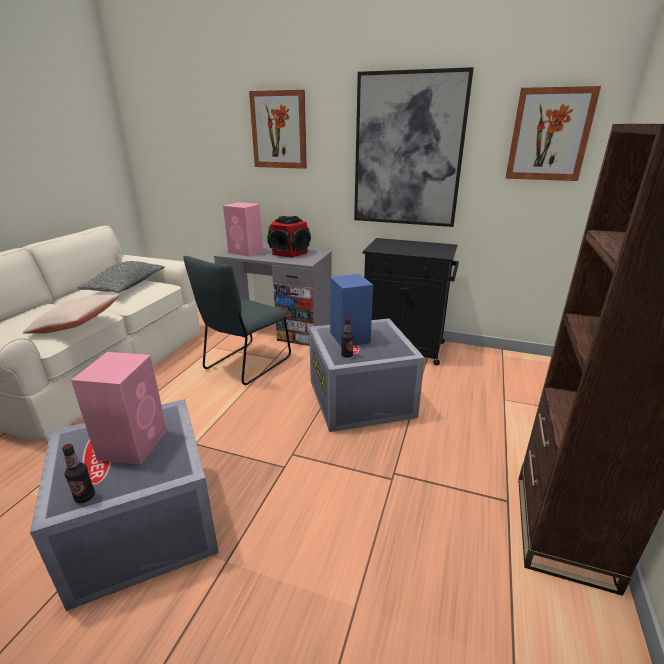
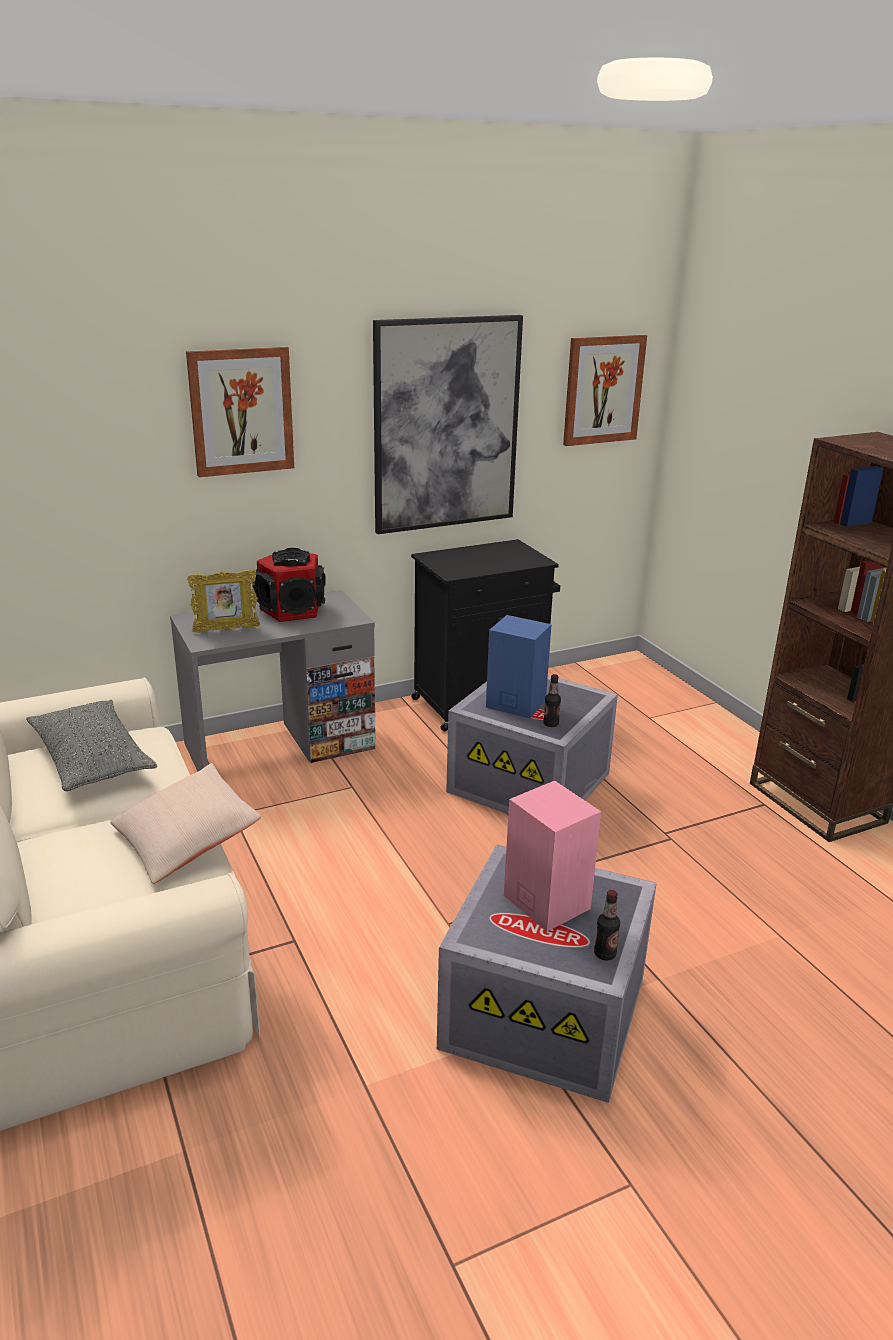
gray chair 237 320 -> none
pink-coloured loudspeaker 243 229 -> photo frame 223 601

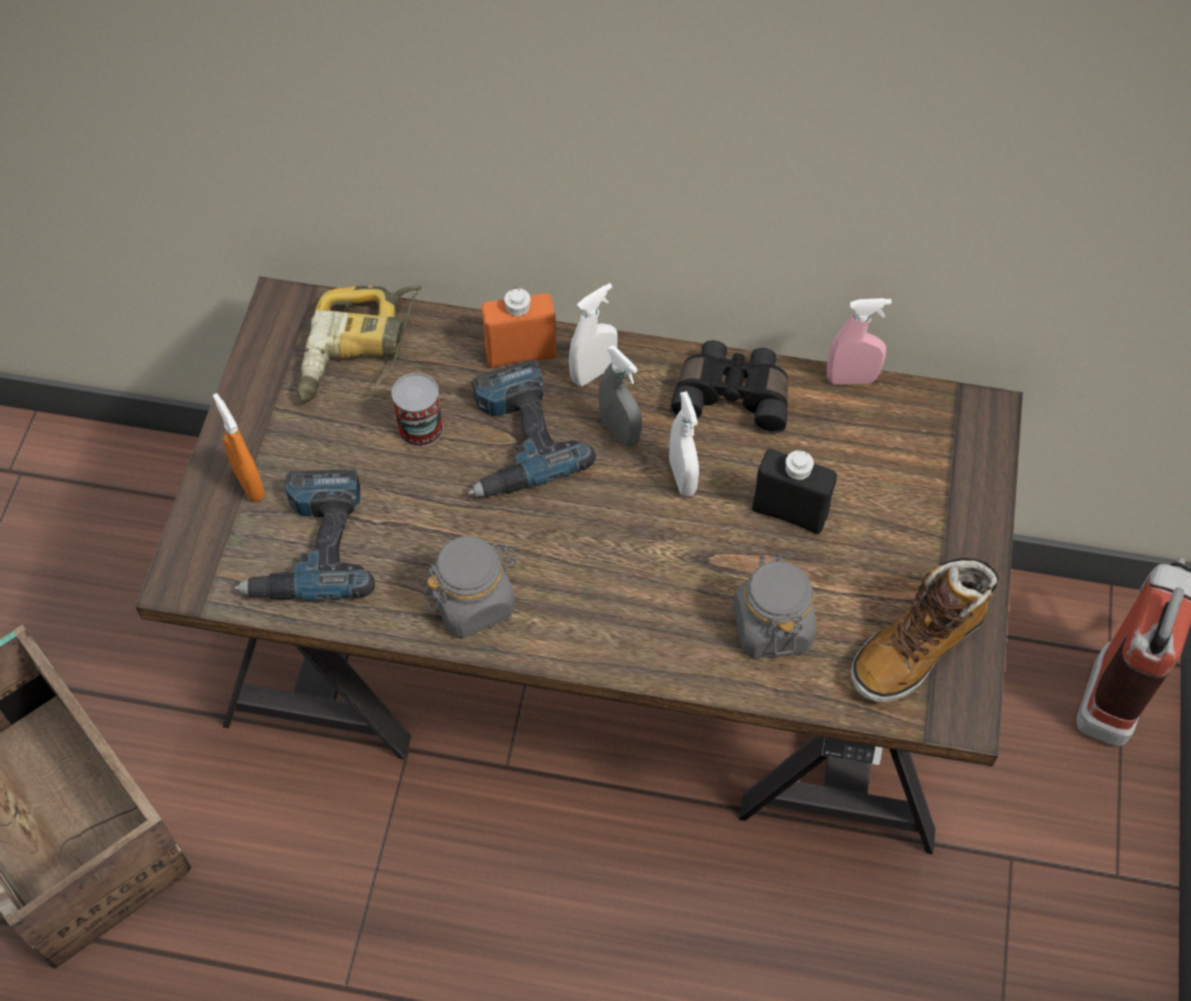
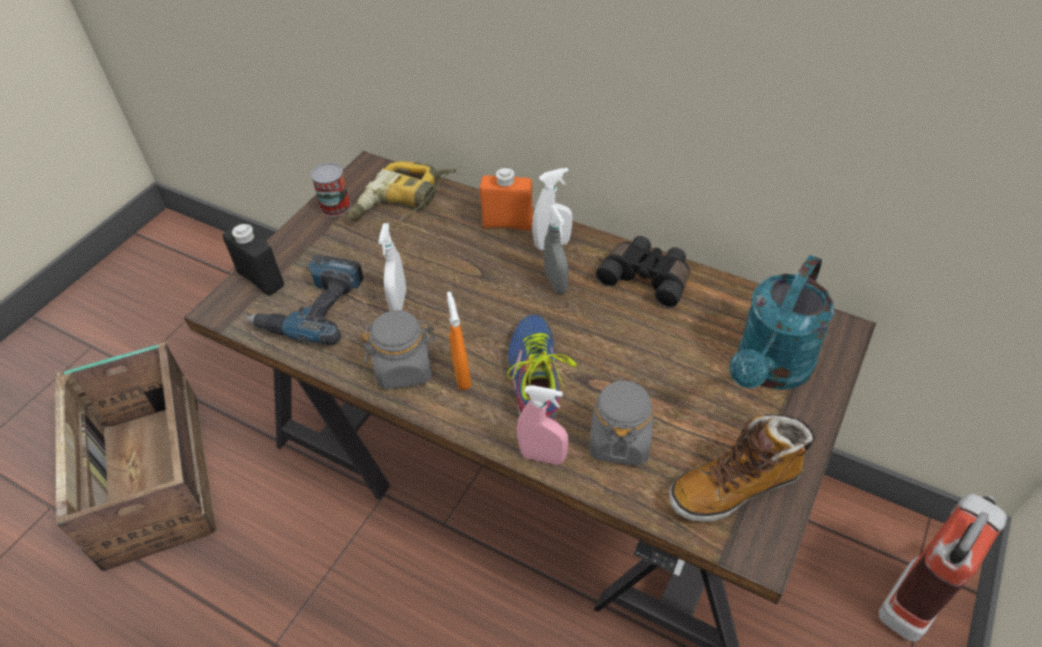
drill 532 428 -> none
none -> shoe 542 368
none -> blue-green sprinkling can 781 322
orangey spray bottle 239 447 -> orangey spray bottle 459 341, moved
sealed can 418 410 -> sealed can 331 189, moved
white-coloured spray bottle 684 444 -> white-coloured spray bottle 392 267, moved
black-coloured beverage bottle 794 491 -> black-coloured beverage bottle 253 260, moved
pink-coloured spray bottle 859 341 -> pink-coloured spray bottle 543 425, moved

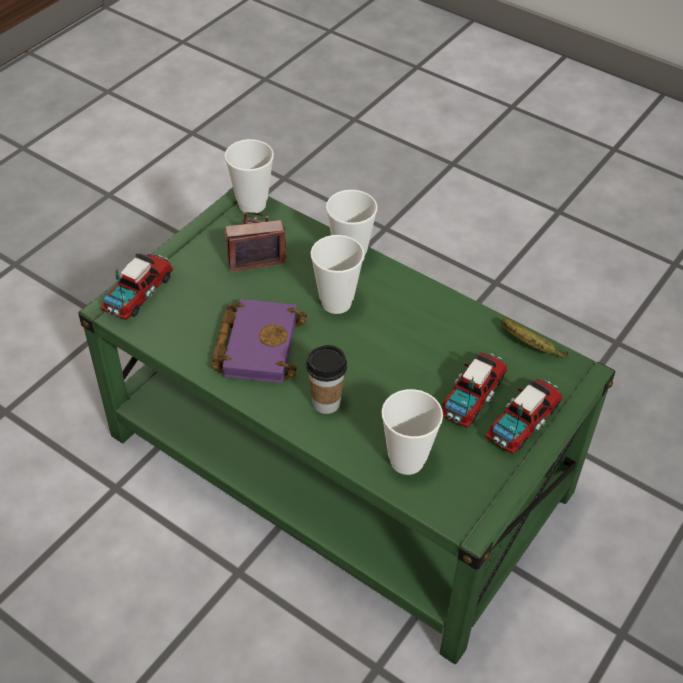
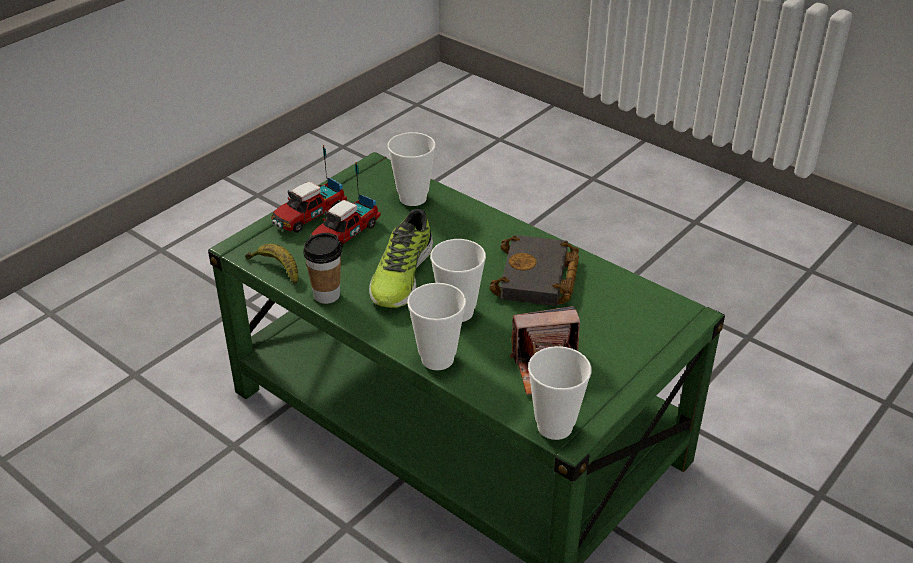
toy lorry 137 286 -> none
none -> shoe 401 258
cup 326 379 -> cup 322 268, moved
purple book 259 341 -> black-coloured book 534 270

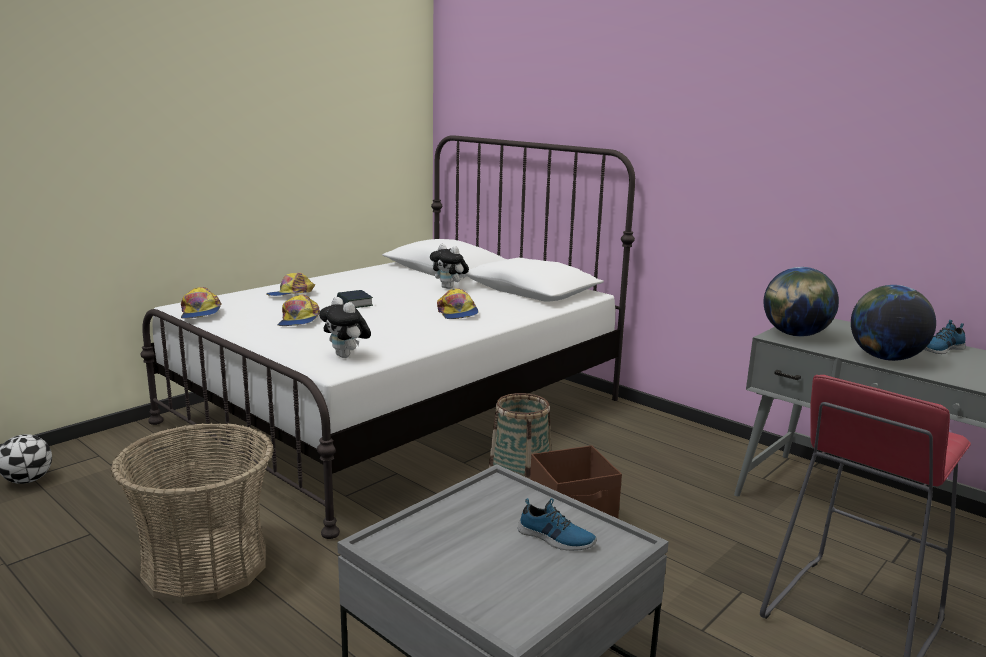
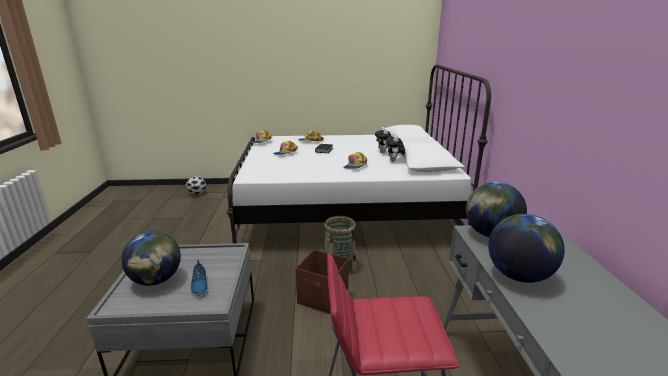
household basket 192 513 -> none
shoe 945 337 -> none
none -> desk globe 151 258
soft toy 345 327 -> soft toy 395 148, moved

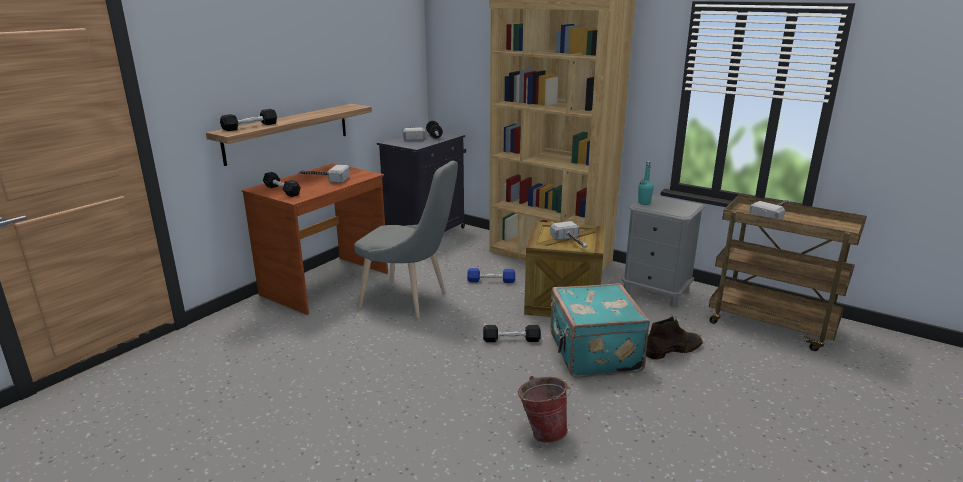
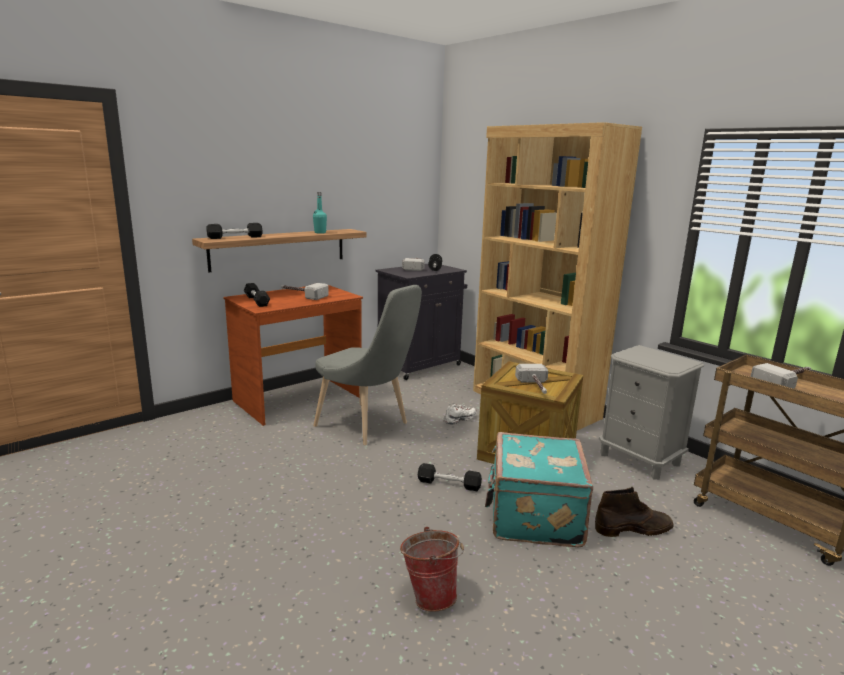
blue-green beverage bottle 646 183 -> blue-green beverage bottle 320 213, moved
blue dumbbell 491 275 -> white-coloured shoe 460 414

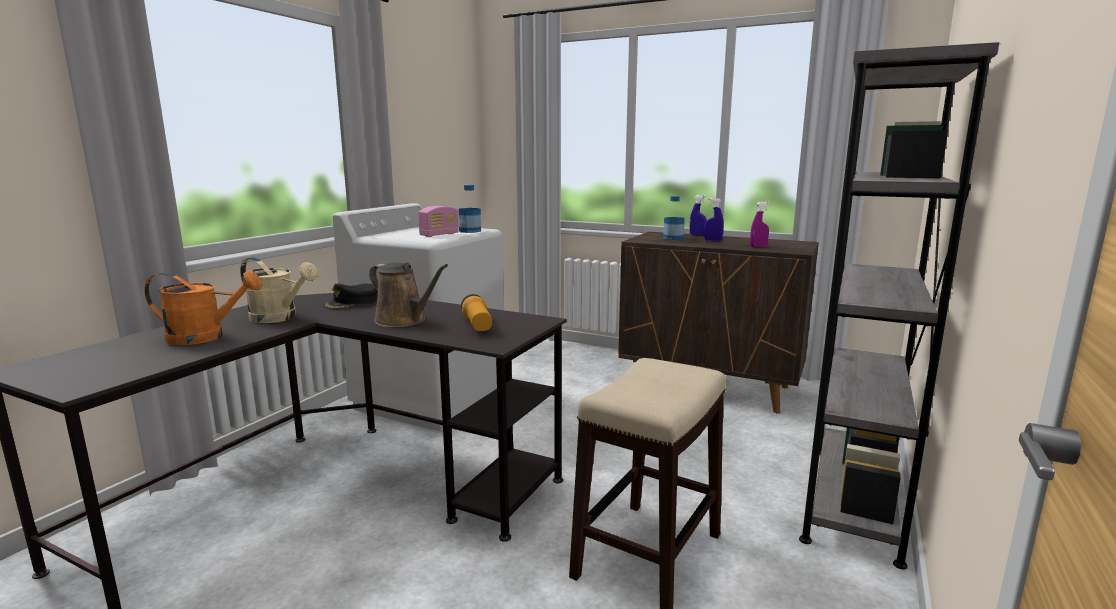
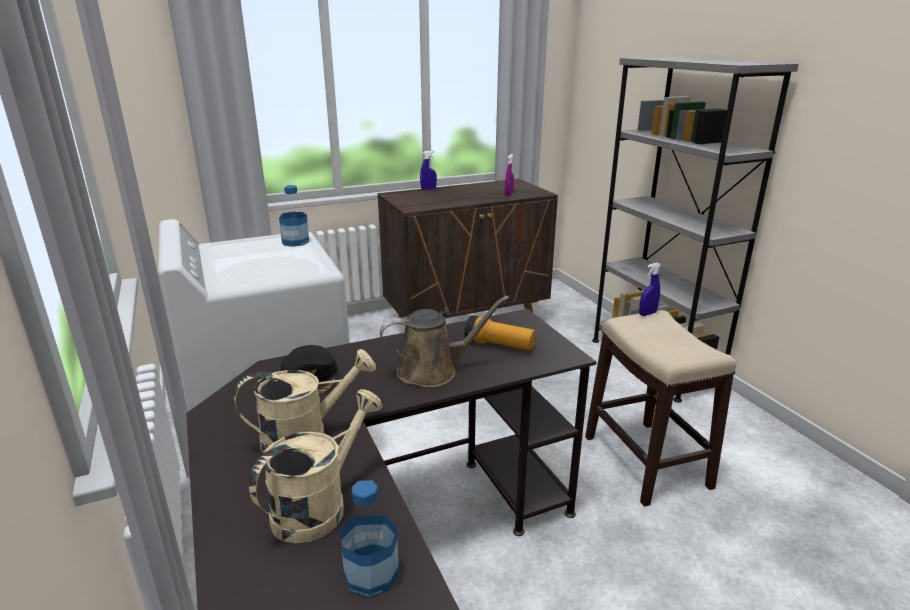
radio set 438 221 -> none
beverage bottle 674 218 -> beverage bottle 370 539, moved
blue spray bottle 714 219 -> blue spray bottle 650 289, moved
orangey sprinkling can 203 308 -> sand-coloured sprinkling can 315 466

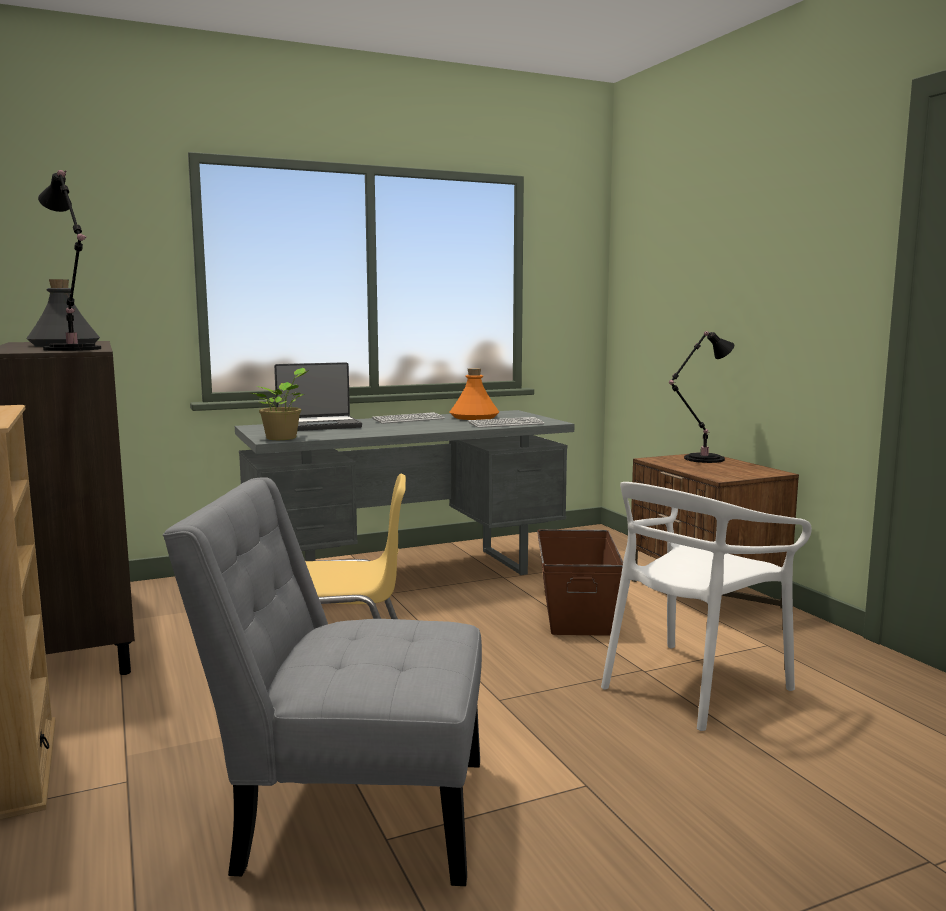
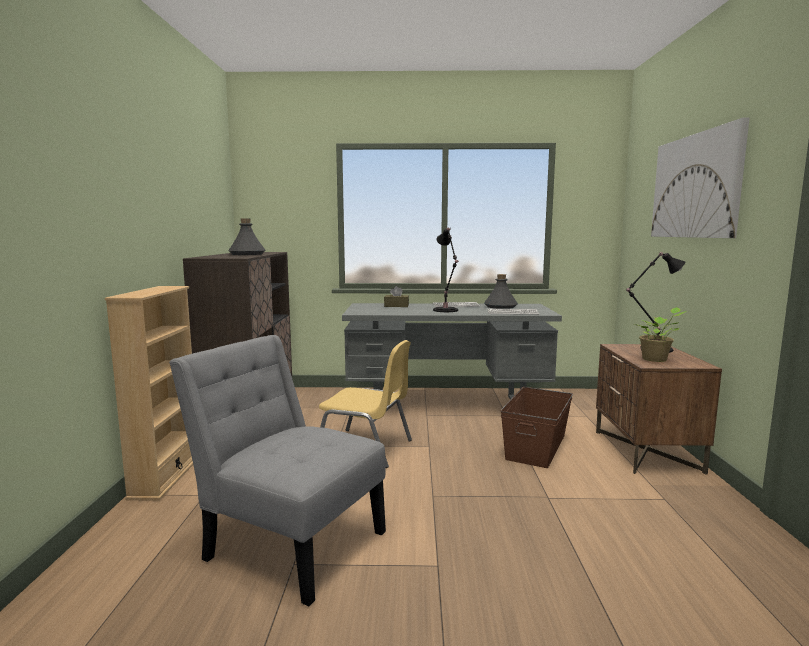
white-coloured chair 706 606 -> none
none -> wall art 700 177
black-coloured lamp for a table 69 260 -> black-coloured lamp for a table 446 269, moved
potted plant 280 404 -> potted plant 660 334, moved
portable computer 318 396 -> brownish tissue holder 396 296
orangey beverage bottle 474 394 -> gray beverage bottle 501 291

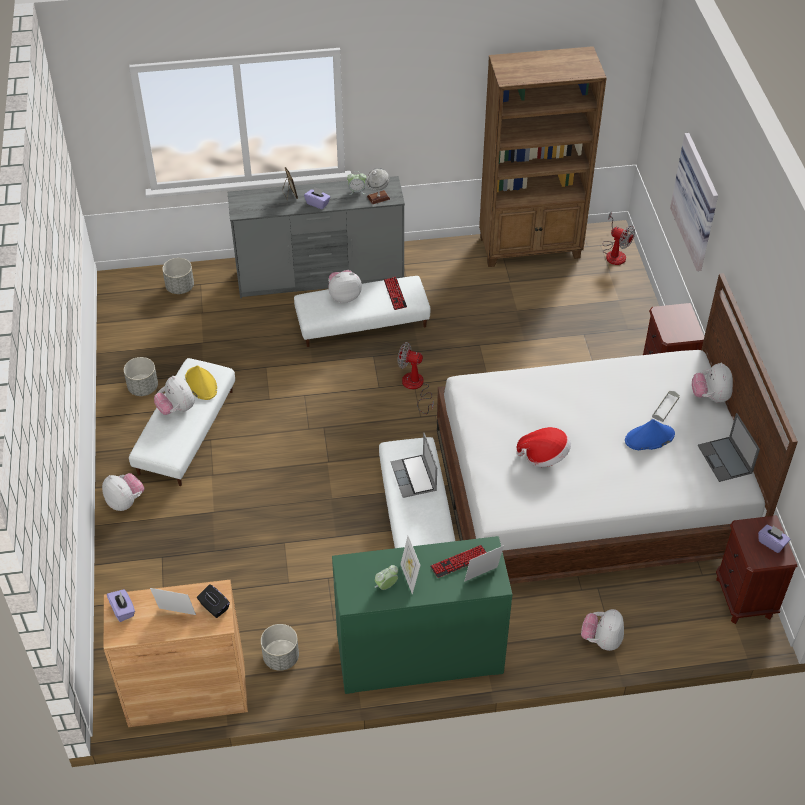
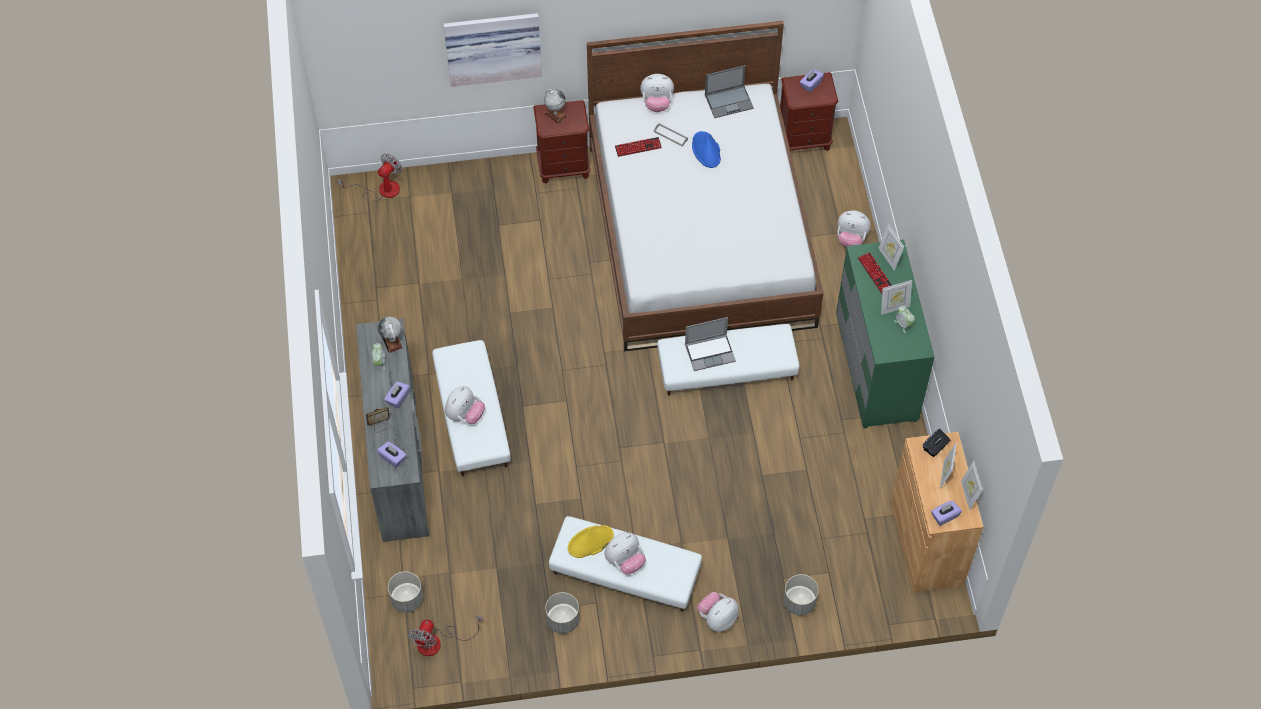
brownish bookshelf 543 156 -> none
clothing hat 544 447 -> none
none -> purple tissue holder 391 455
none -> desk globe 555 106
none -> photo frame 972 485
gray flower pot 280 647 -> gray flower pot 800 594, moved
PC keyboard 395 293 -> PC keyboard 638 147, moved
electric fan 416 378 -> electric fan 445 635, moved
soft toy 345 286 -> soft toy 465 405, 135 degrees counterclockwise

